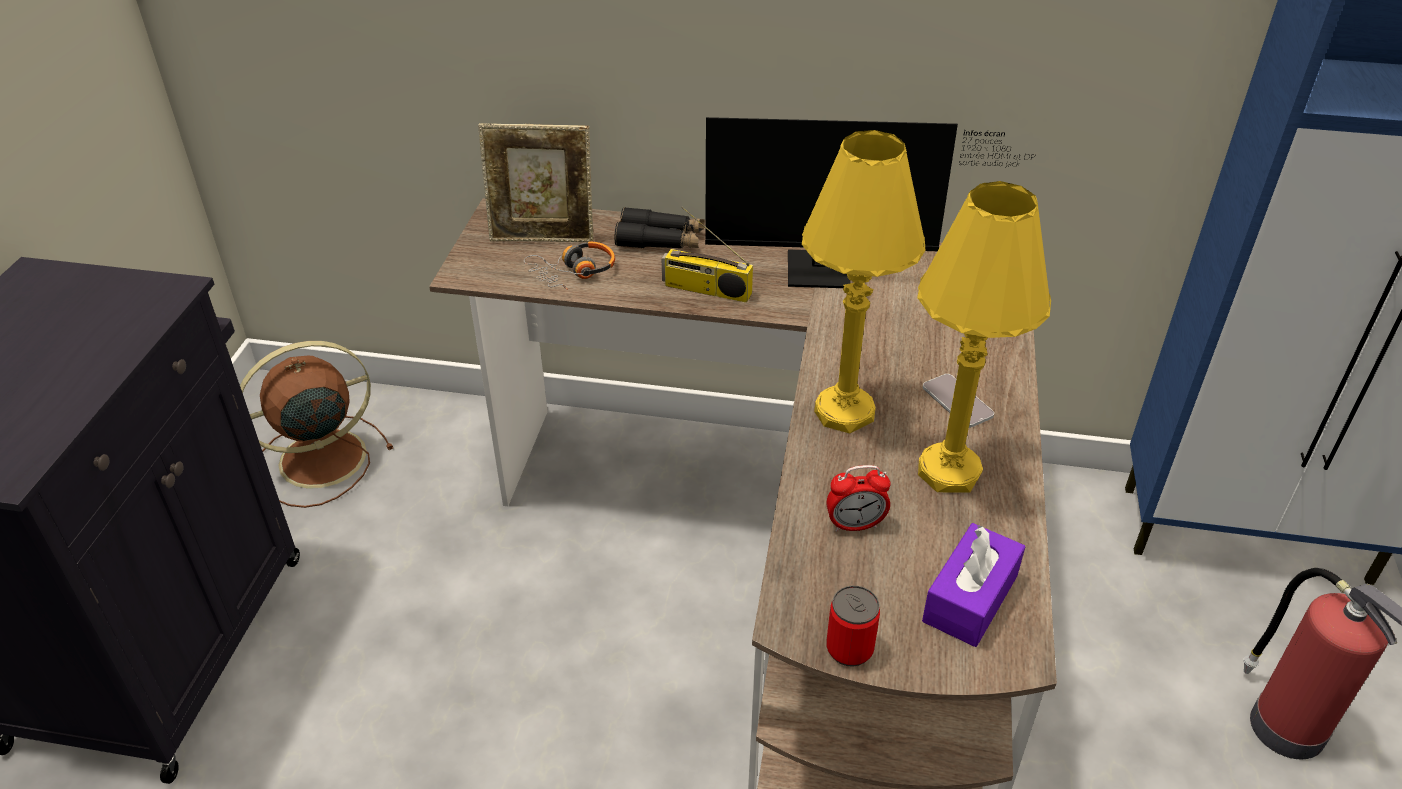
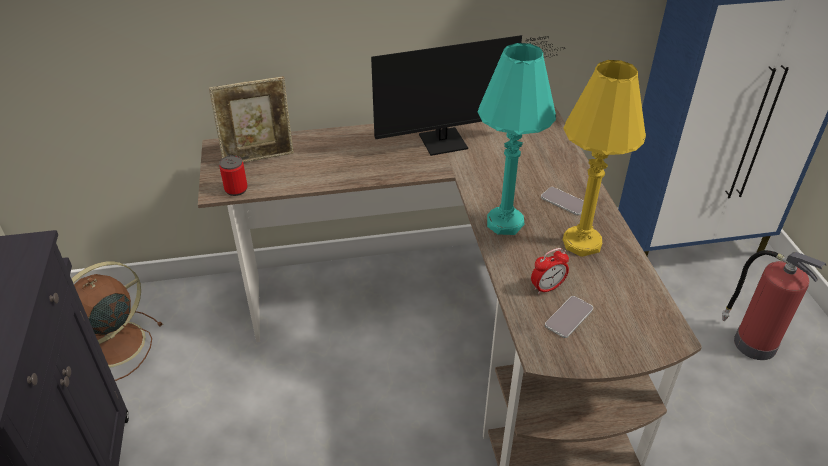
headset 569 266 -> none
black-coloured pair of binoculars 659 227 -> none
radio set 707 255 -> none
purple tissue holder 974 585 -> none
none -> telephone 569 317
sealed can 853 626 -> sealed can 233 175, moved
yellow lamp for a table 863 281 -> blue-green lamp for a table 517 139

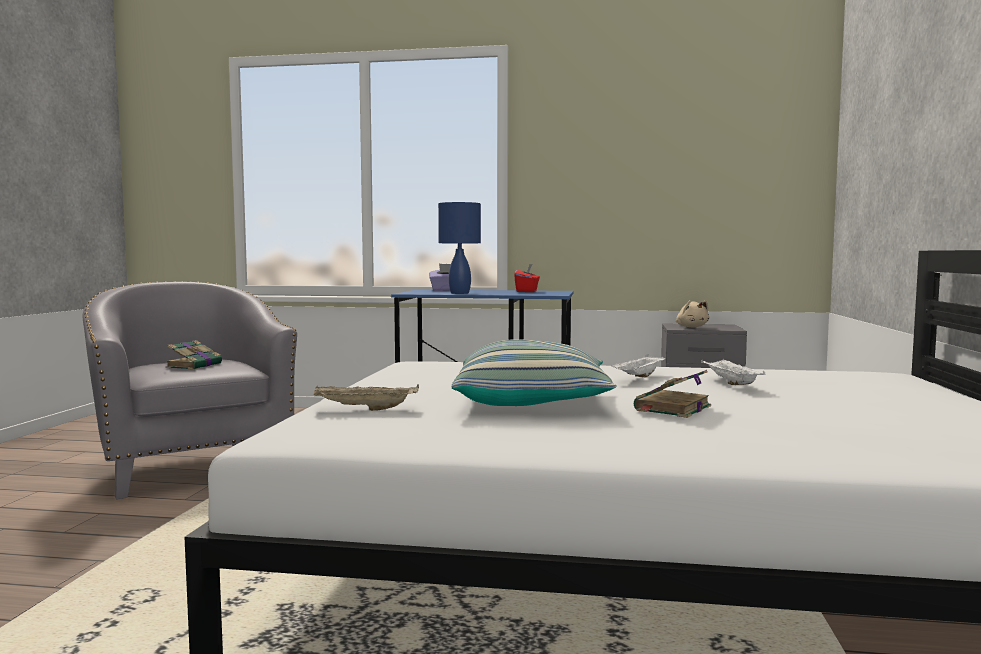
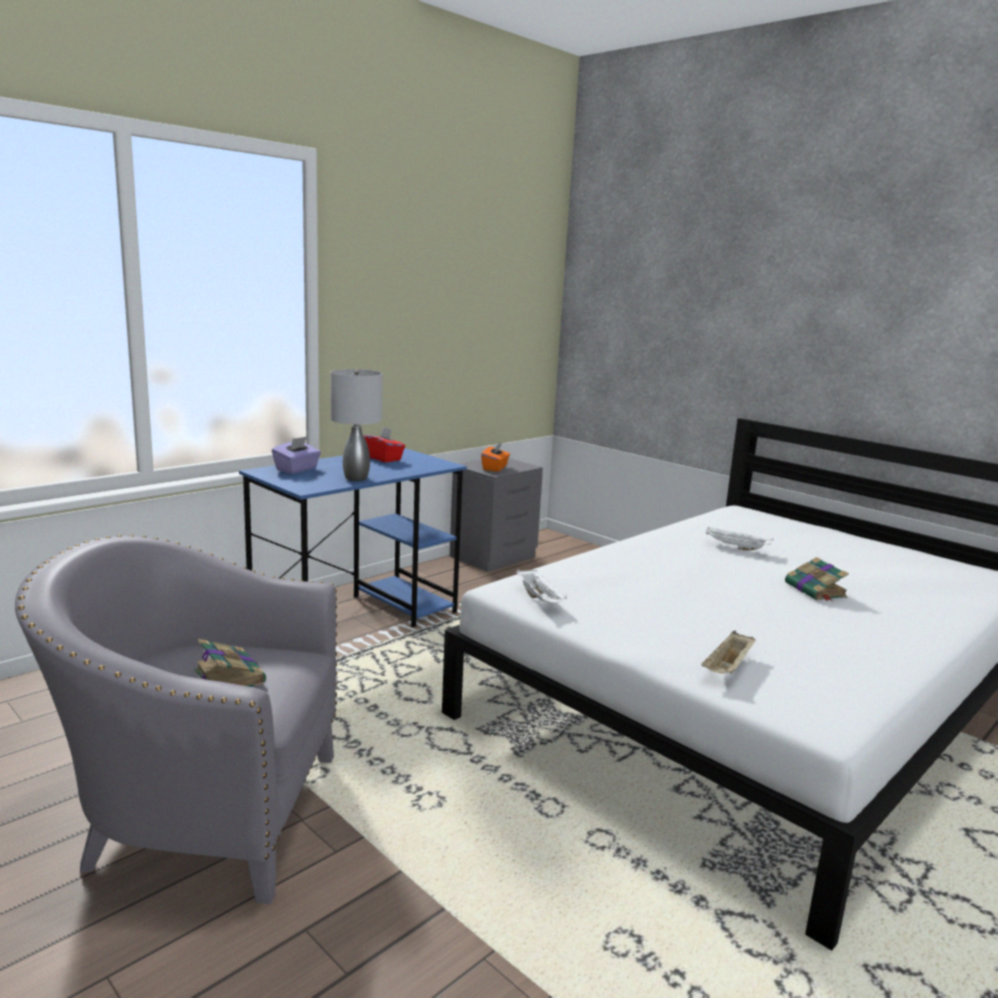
pillow 534 372 -> none
white-coloured serving tray 638 365 -> white-coloured serving tray 542 586, moved
sand-coloured soft toy 692 314 -> orangey tissue holder 495 457
blue lamp for a table 459 248 -> gray lamp for a table 356 425

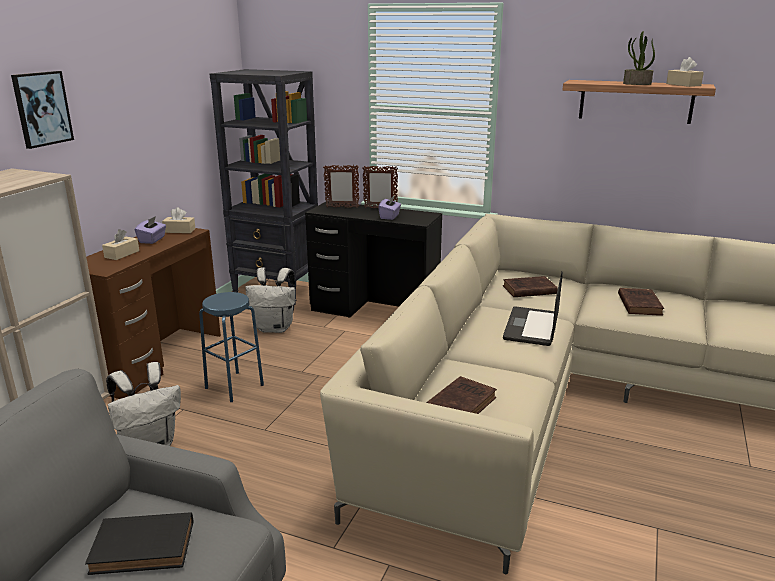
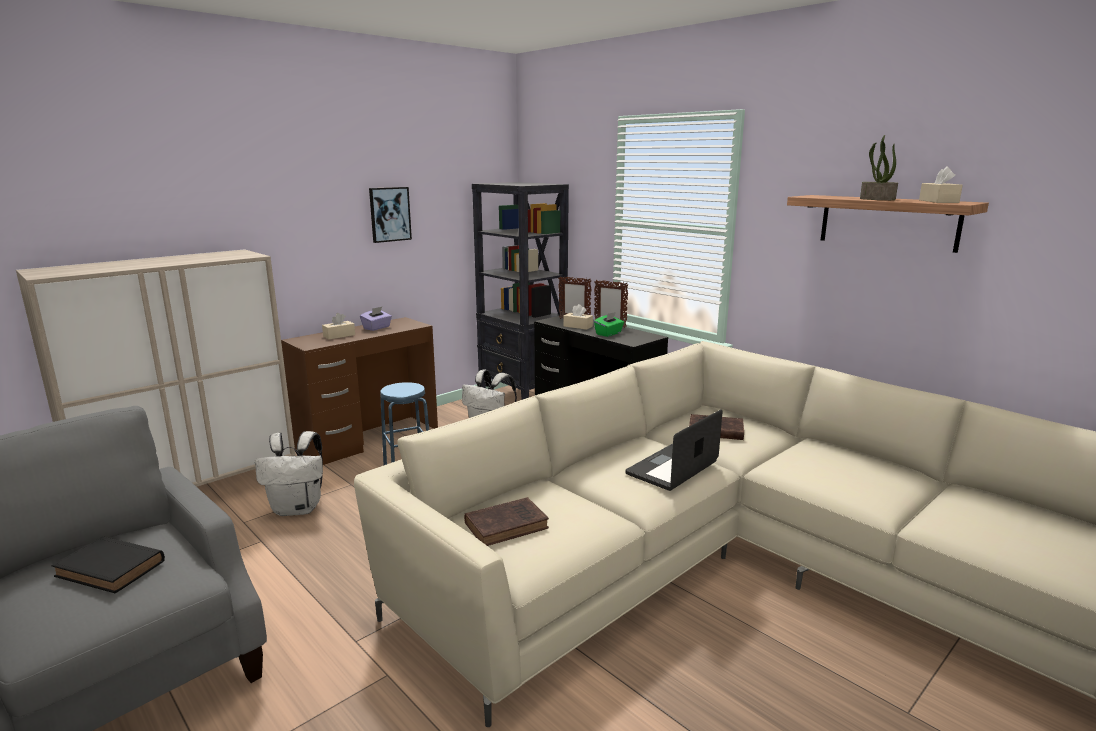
brownish book 641 302 -> none
wall art 42 110 -> wall art 390 215, moved
sand-coloured tissue holder 179 220 -> sand-coloured tissue holder 578 317, moved
purple tissue holder 389 207 -> green-coloured tissue holder 609 324

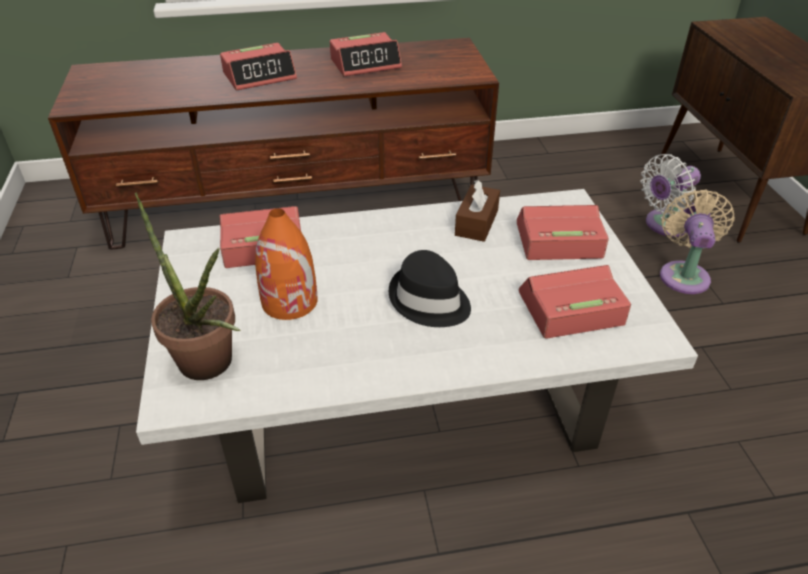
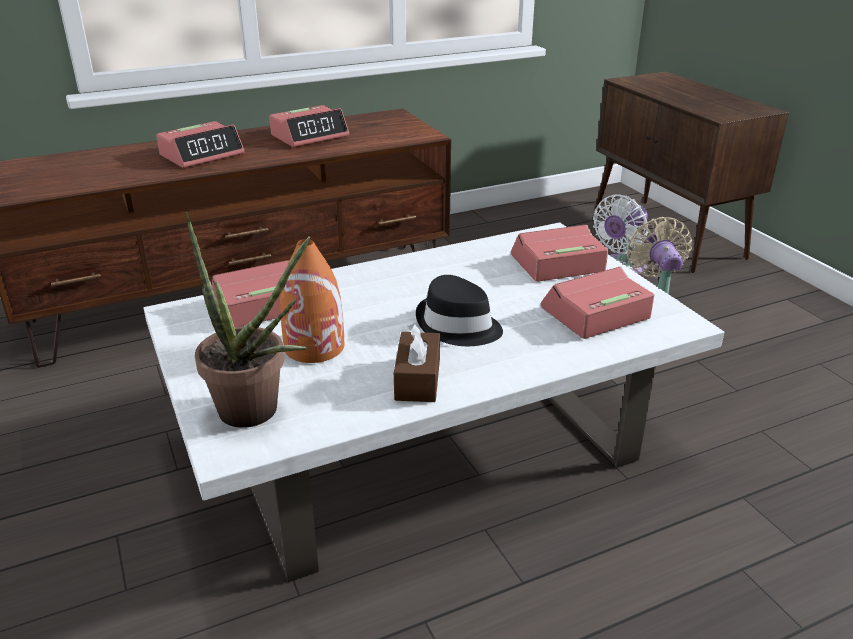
brownish tissue holder 477 211 -> brownish tissue holder 417 362, moved

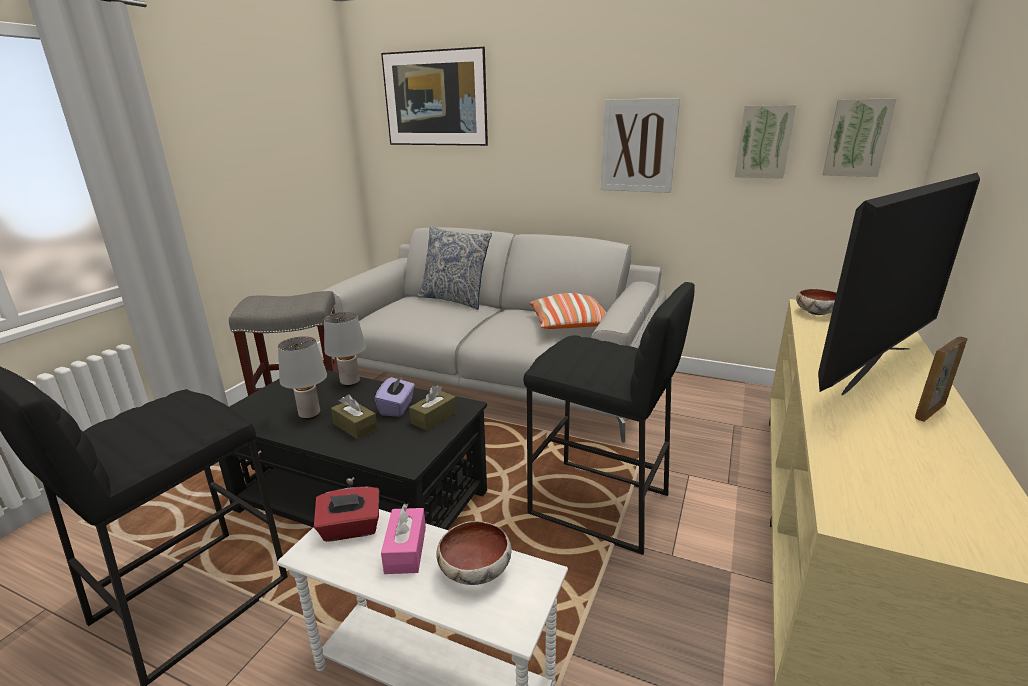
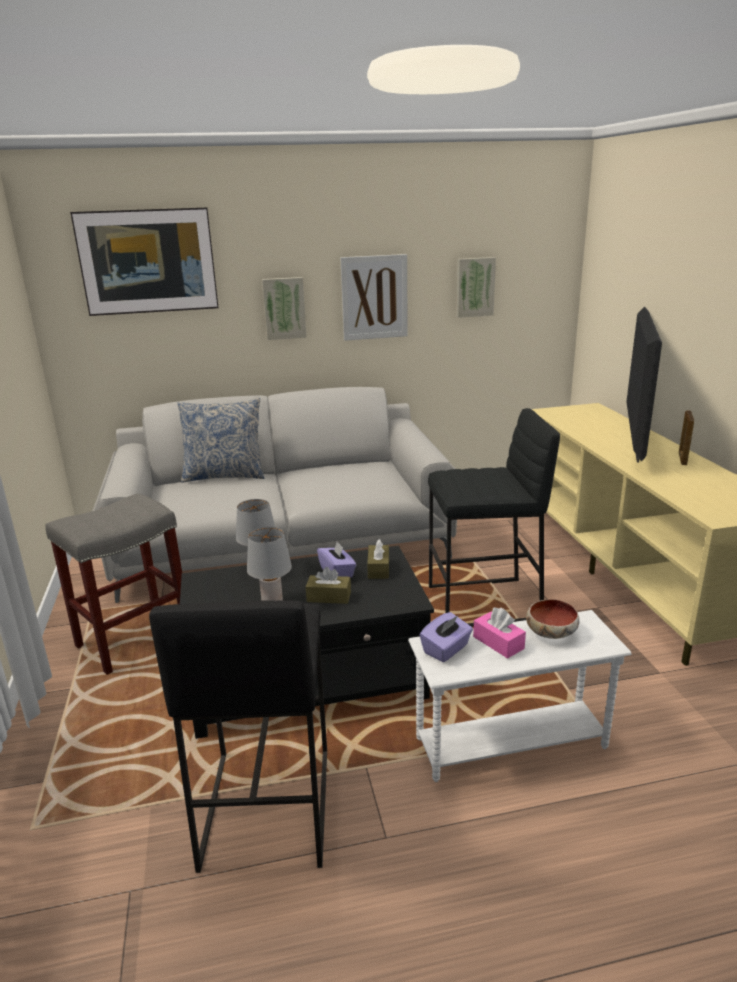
pillow 568 311 -> none
bowl 816 302 -> none
wall art 860 137 -> wall art 284 308, moved
red tissue holder 346 514 -> purple tissue holder 446 637

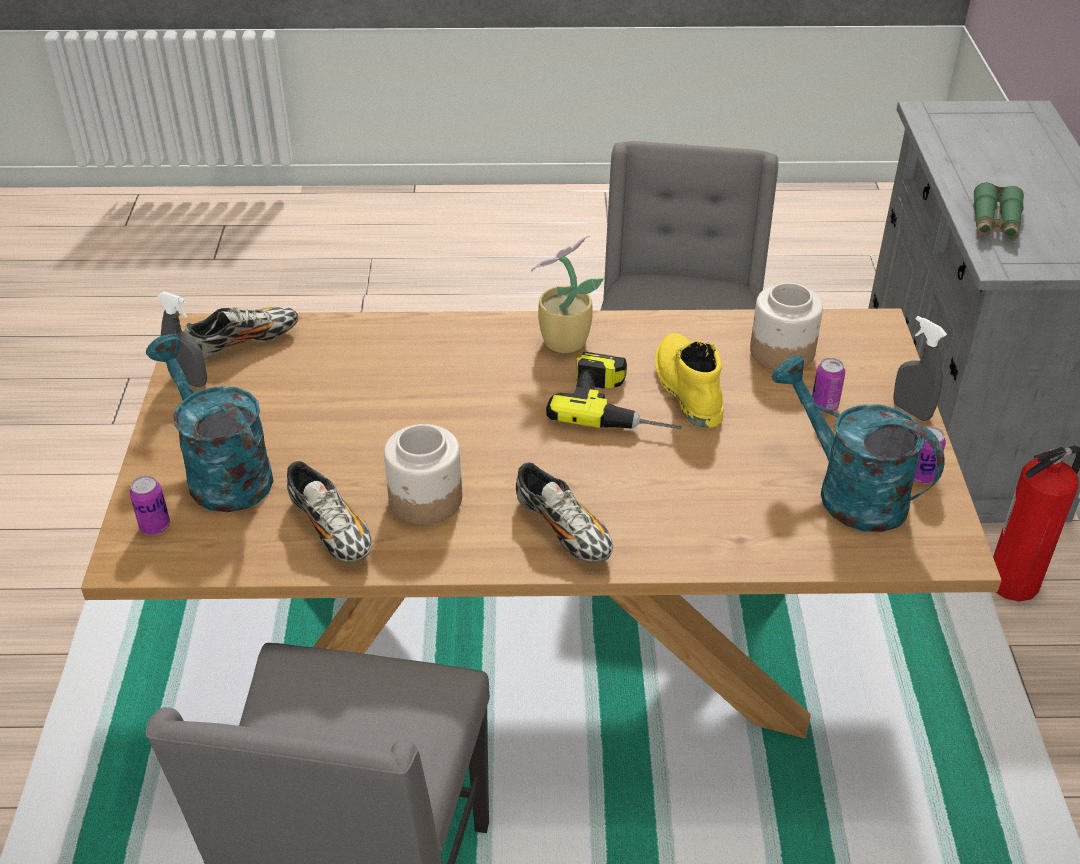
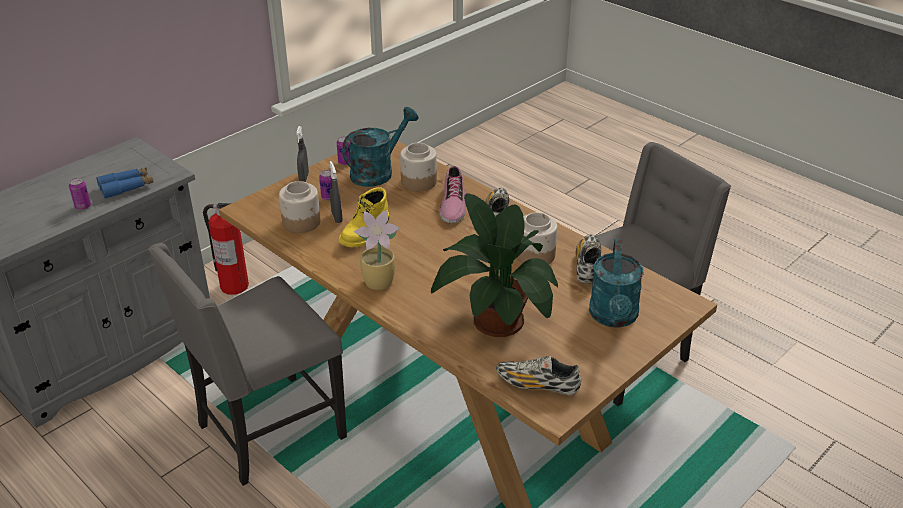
drill 614 390 -> none
none -> storage jar 418 167
none -> potted plant 494 265
none -> shoe 453 194
sealed can 149 505 -> sealed can 80 194, moved
gray spray bottle 182 339 -> gray spray bottle 336 192, moved
green-coloured pair of binoculars 998 211 -> blue pair of binoculars 125 183
blue-green sprinkling can 858 443 -> blue-green sprinkling can 380 147, 135 degrees counterclockwise

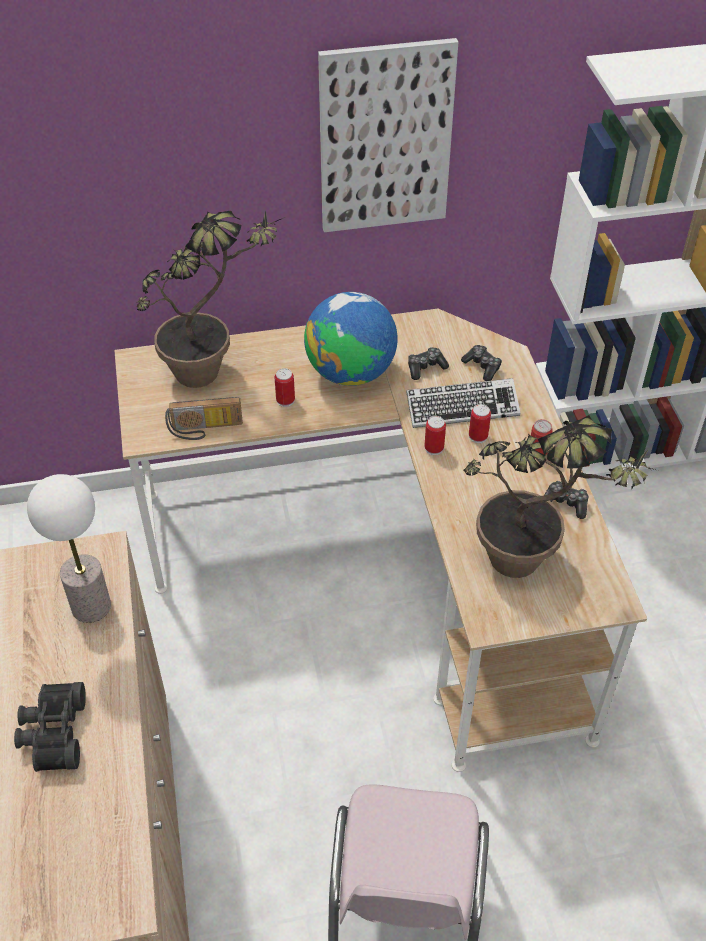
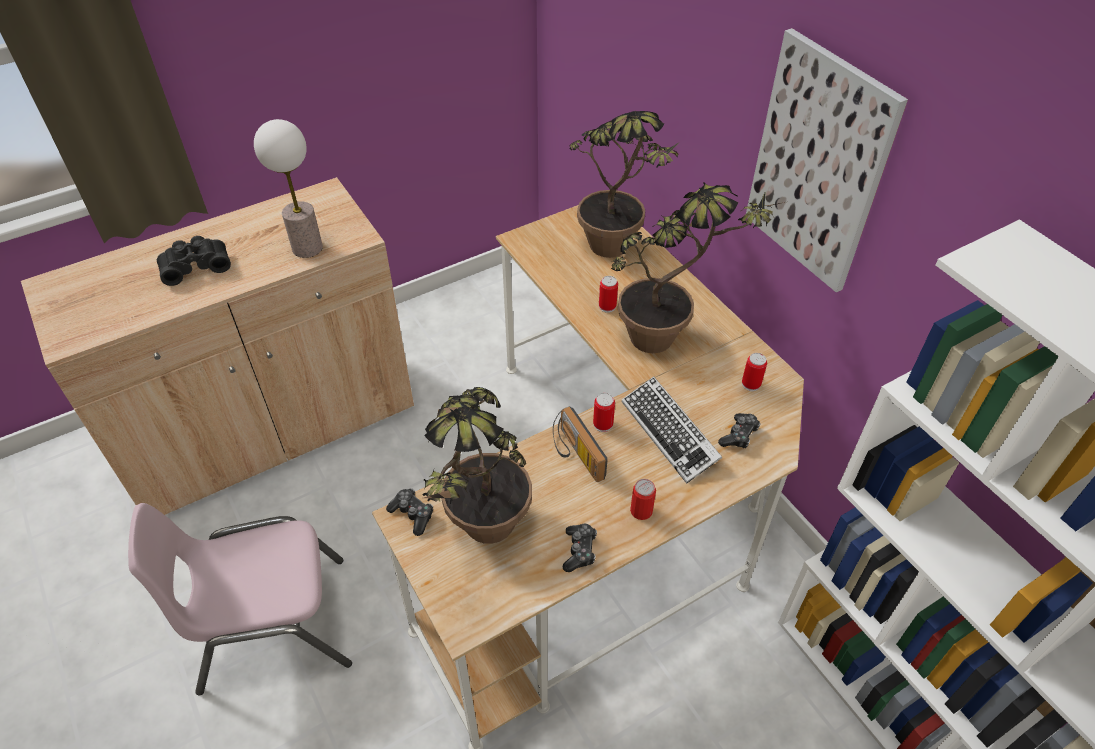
radio set 204 418 -> radio set 580 444, moved
game controller 428 363 -> game controller 409 512, moved
sealed can 480 423 -> sealed can 754 372, moved
desk globe 351 339 -> potted plant 700 267

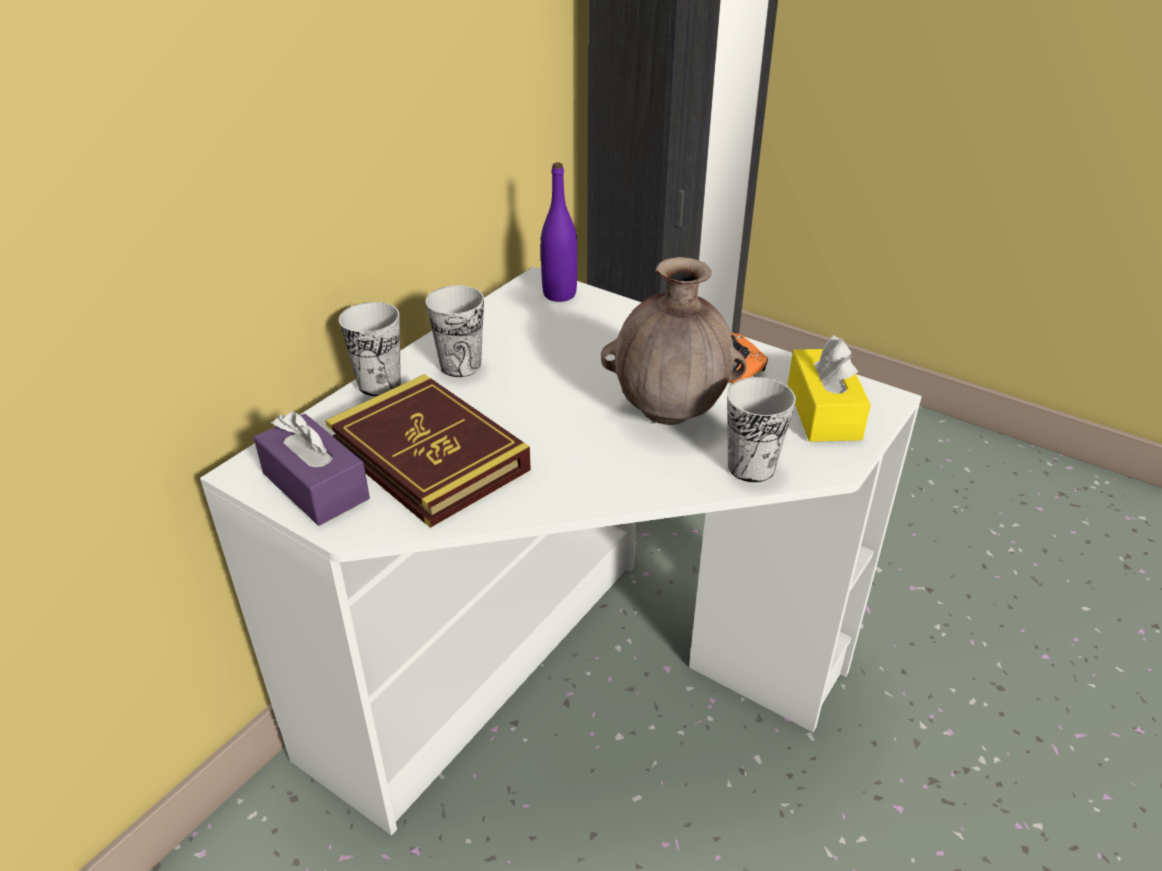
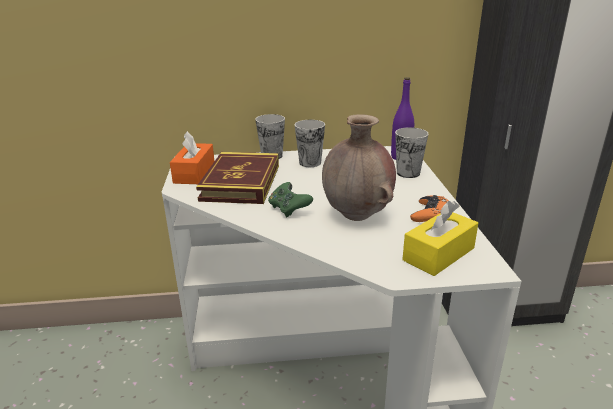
none -> green-coloured game controller 290 199
cup 761 430 -> cup 411 152, moved
purple tissue holder 312 468 -> orangey tissue holder 192 157

